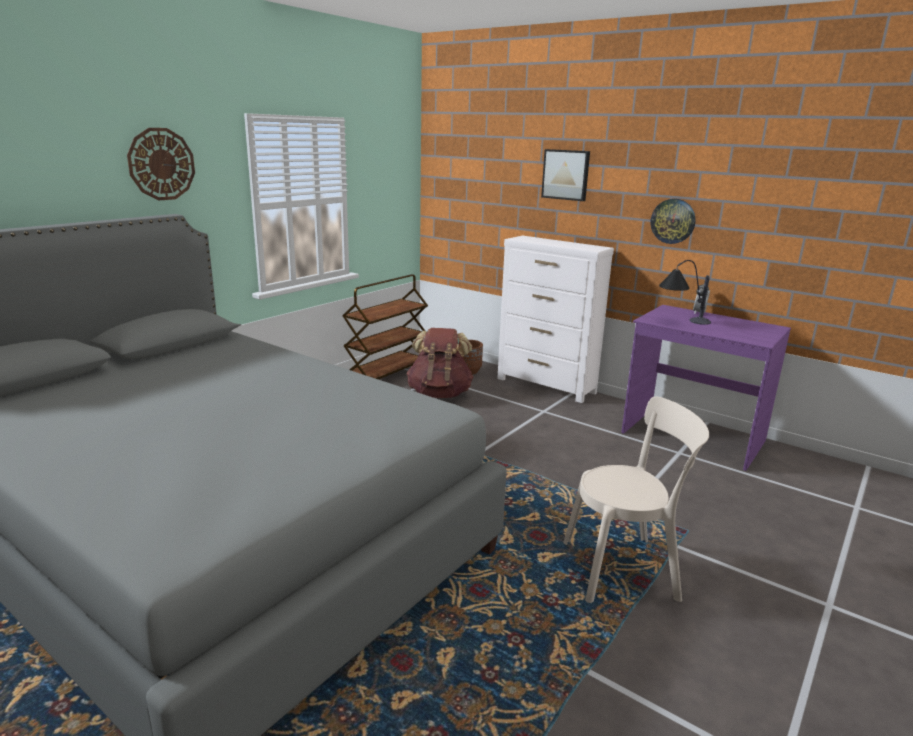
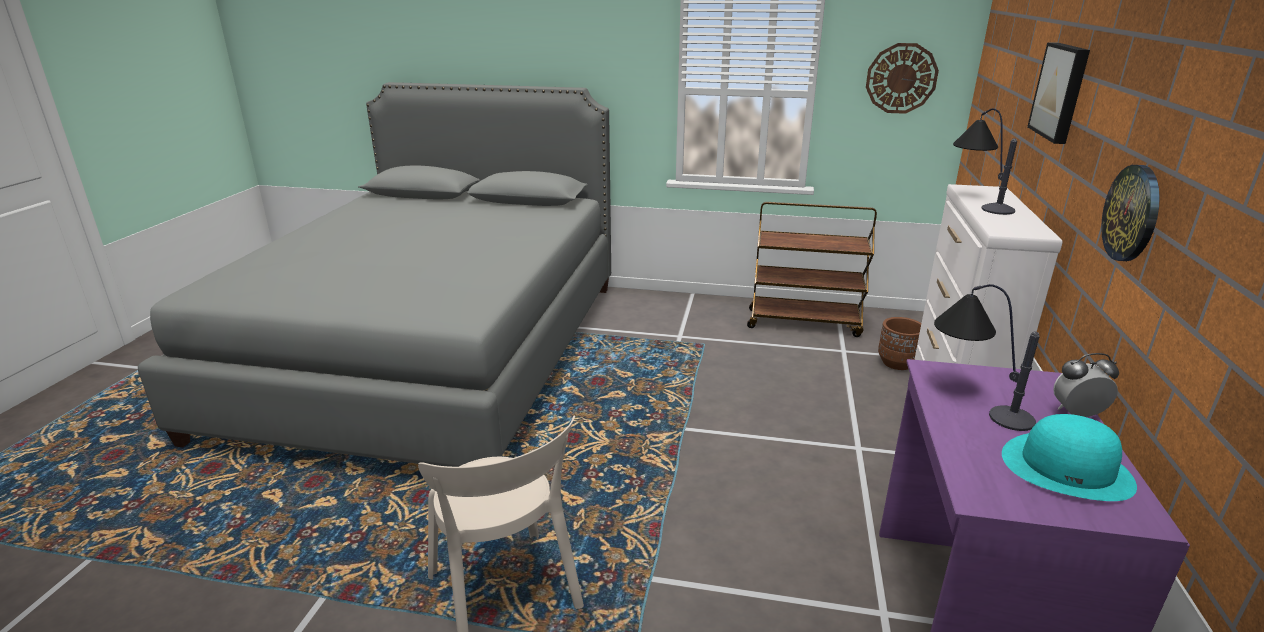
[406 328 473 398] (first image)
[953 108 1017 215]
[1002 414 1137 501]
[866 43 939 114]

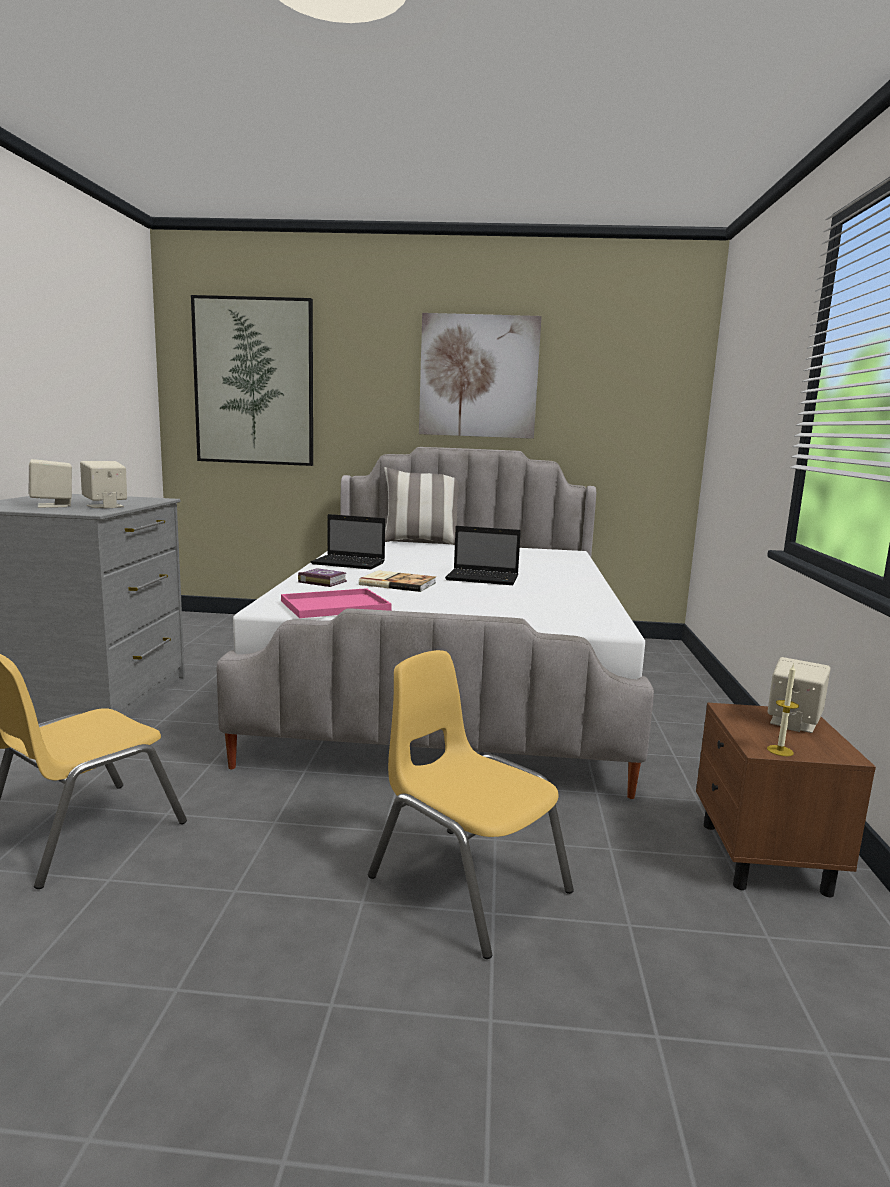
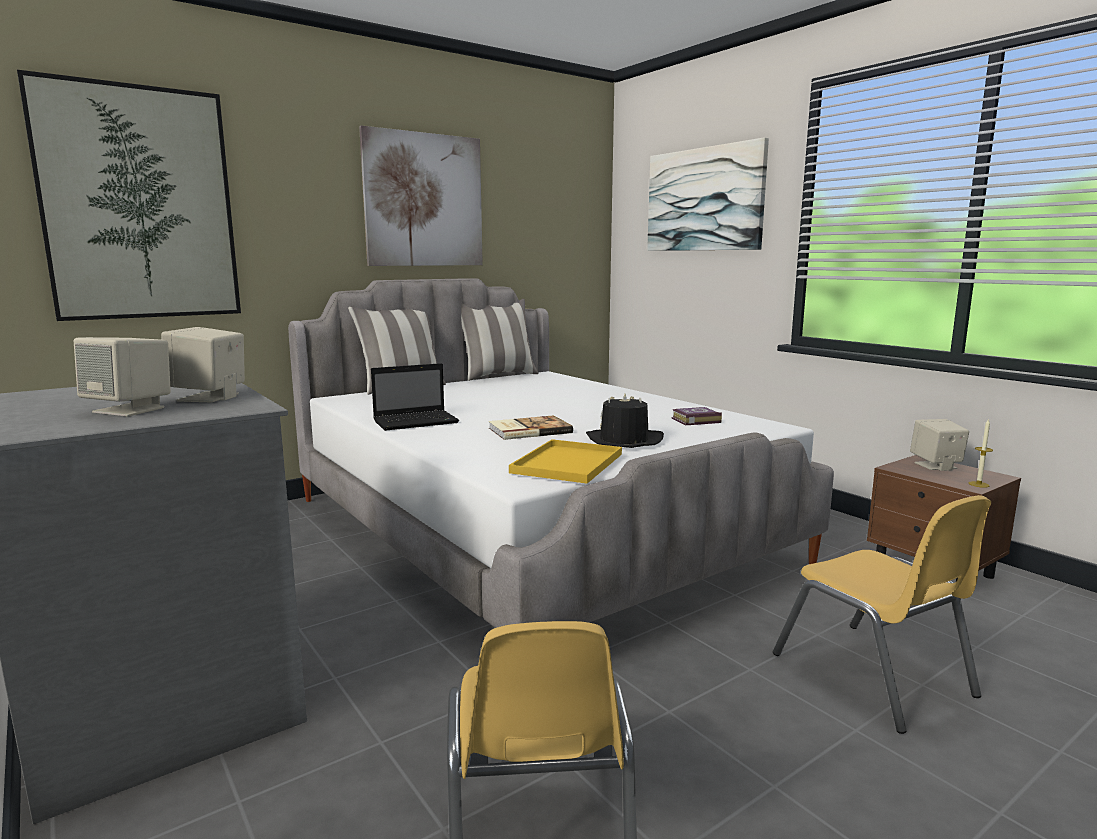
[445 526 521 585] (first image)
[461 299 539 381]
[586 394 664 448]
[647 137 769 251]
[671 407 722 425]
[509 439 622 484]
[773 495 991 734]

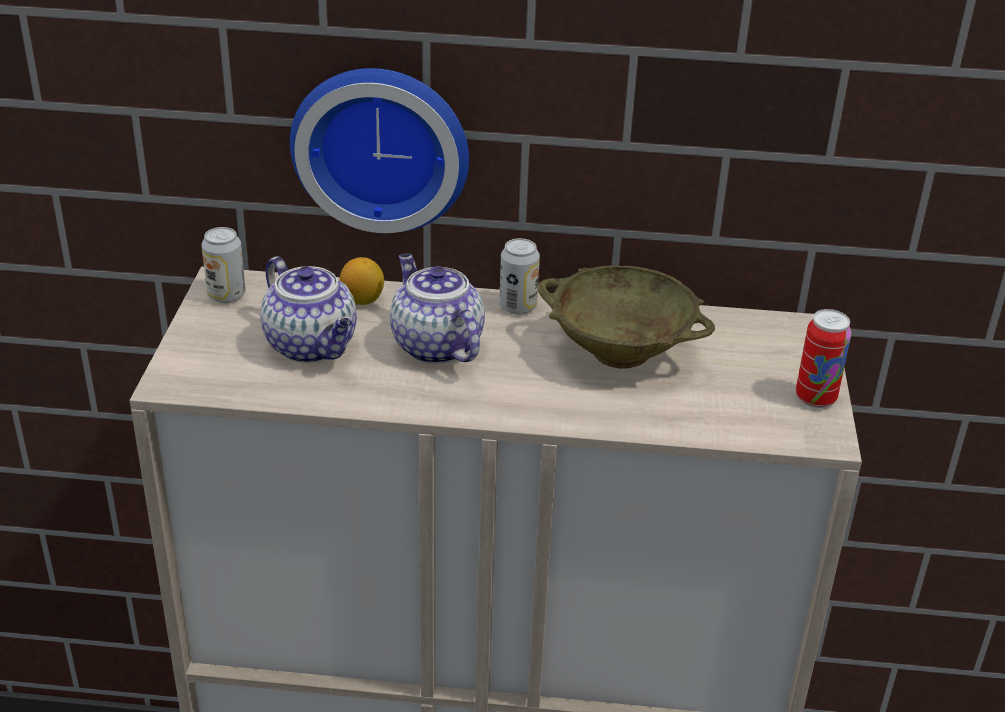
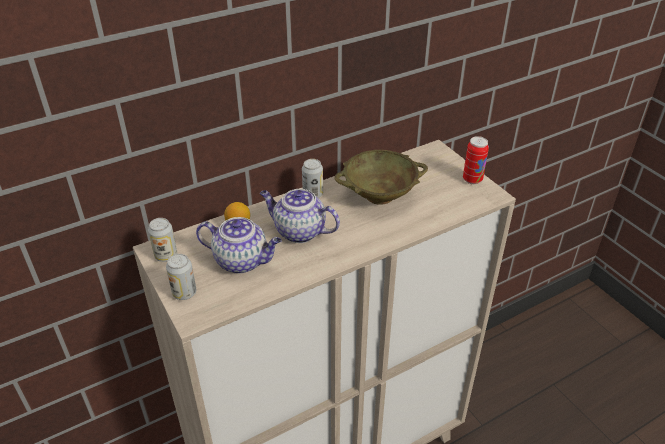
[290 68 469 233] (first image)
[166 254 196 300]

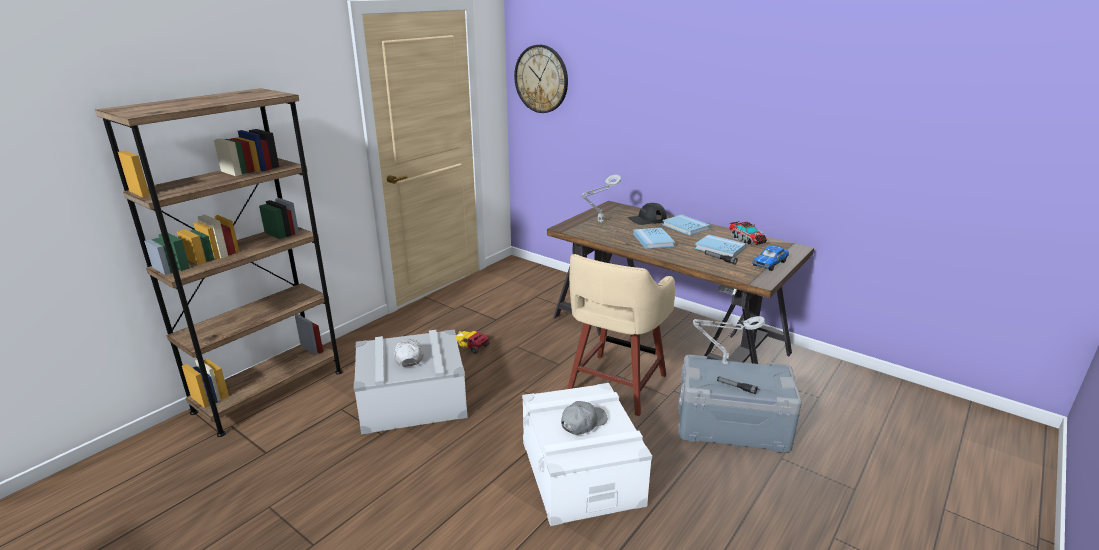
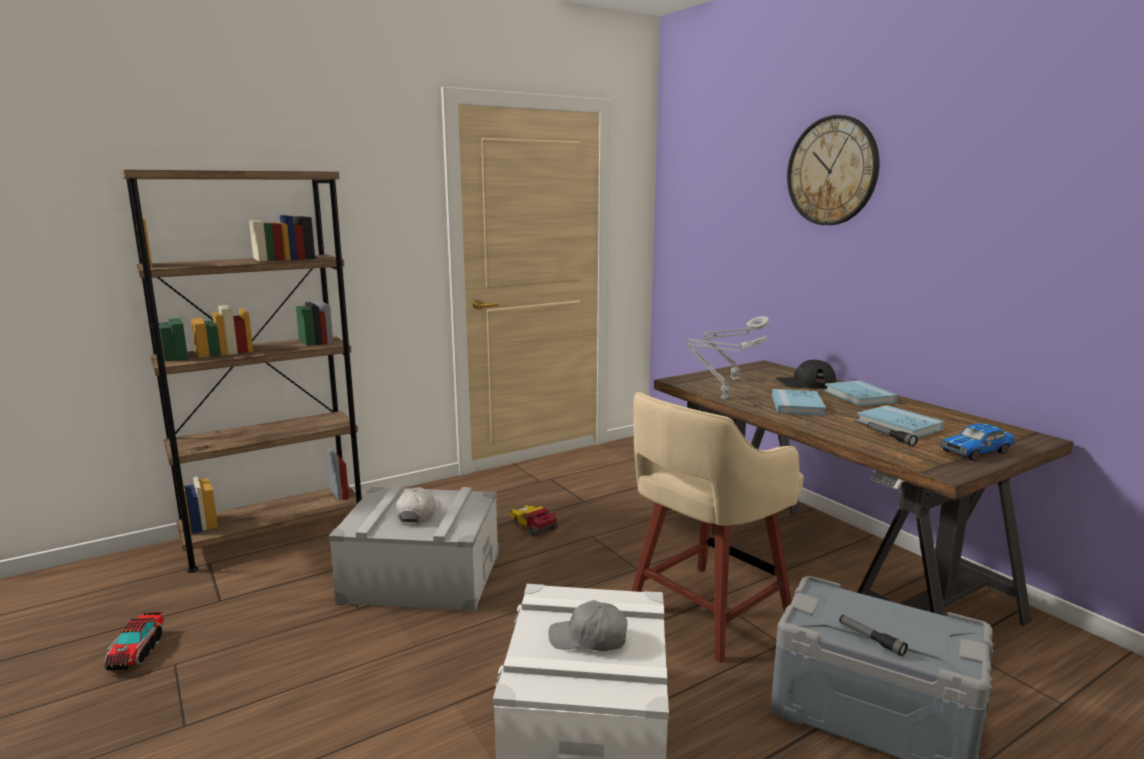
[787 115 879 225]
[685 336 768 399]
[104 612 164 670]
[548 600 628 651]

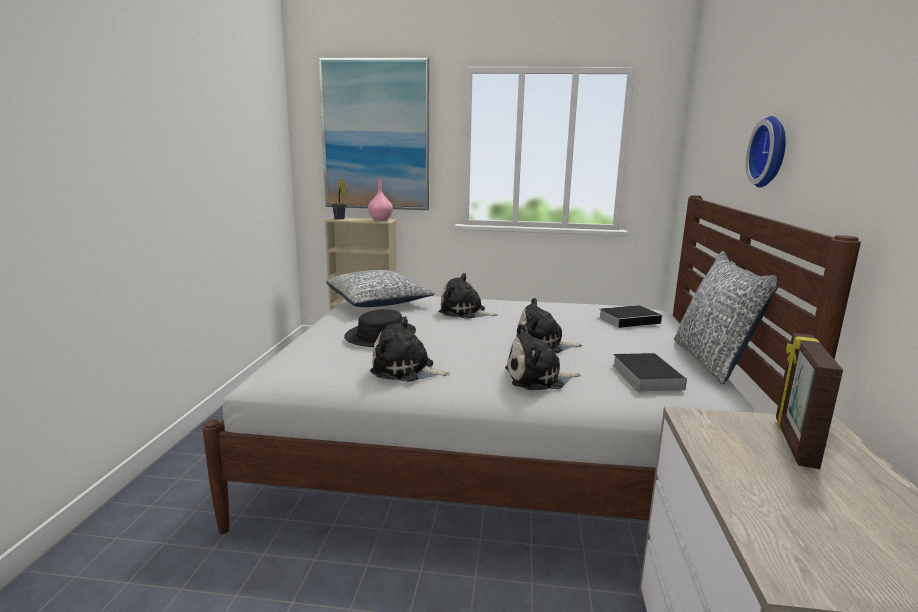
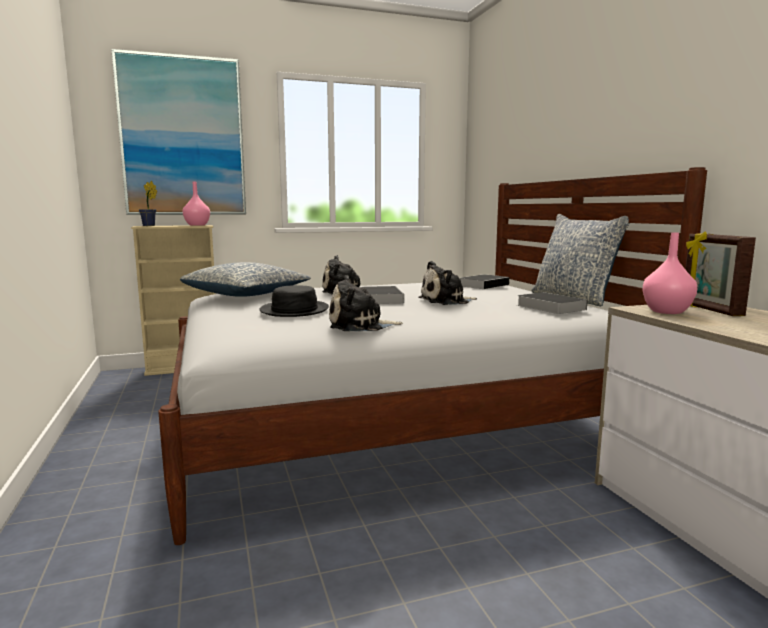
[505 324 580 390] (first image)
[746 116 786 188] (first image)
[362 286 404 304]
[643 232 698 314]

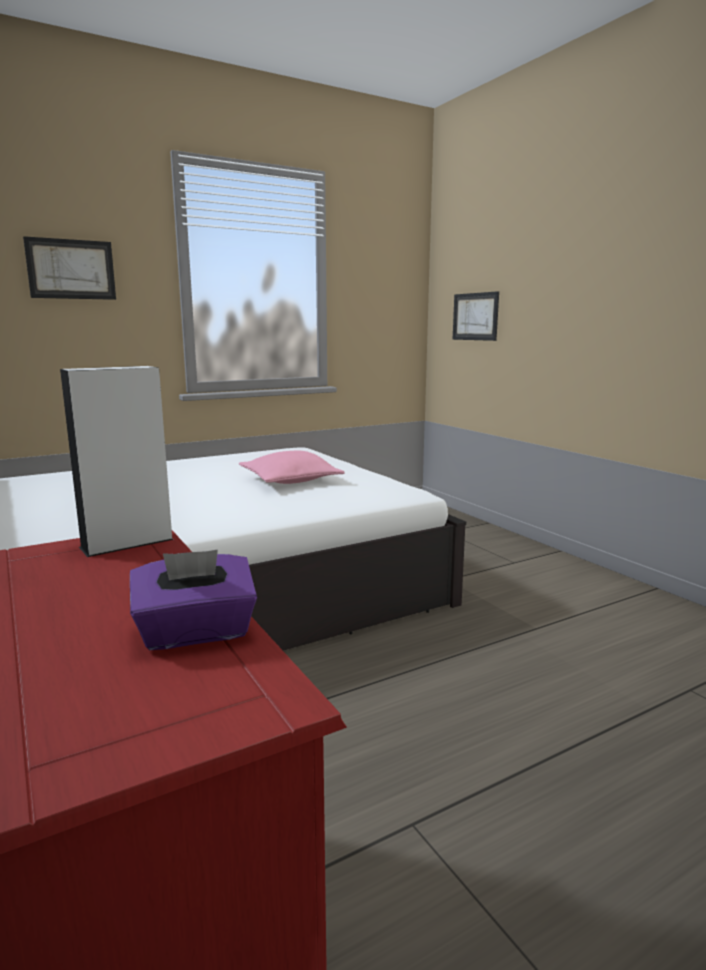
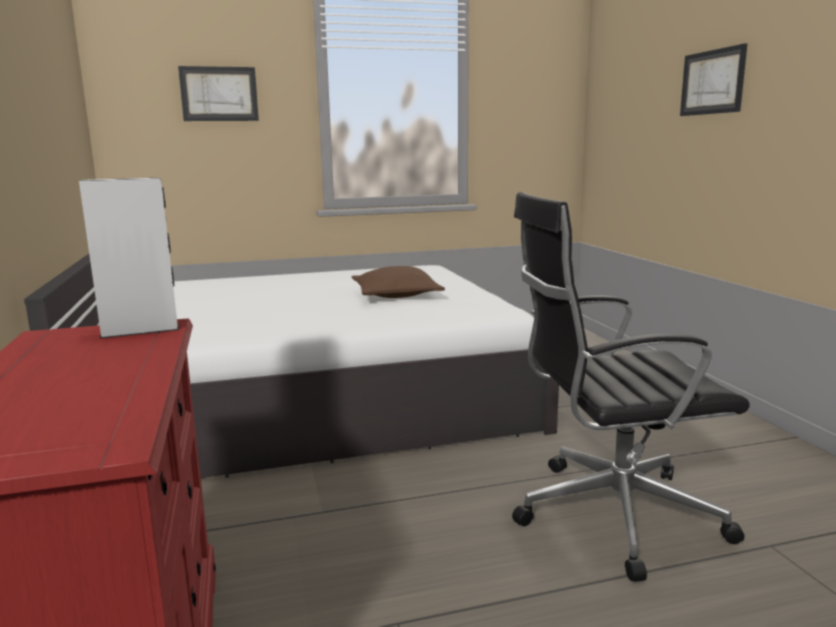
[130 550 257 650] (first image)
[512 192 750 582]
[680 43 748 116]
[352 266 445 298]

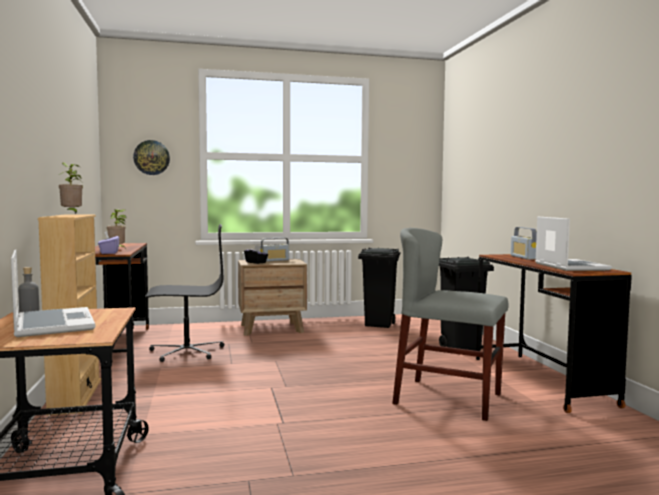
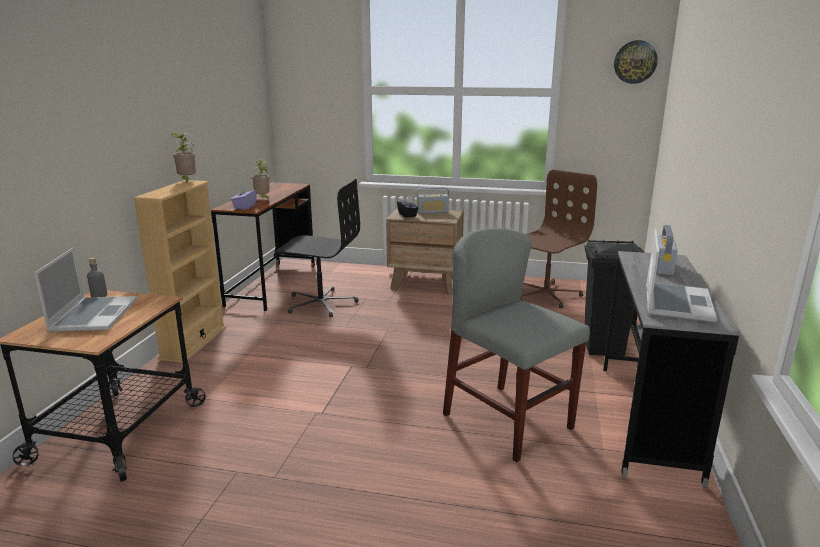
[614 40 658 84]
[520 170 597 308]
[603 251 739 487]

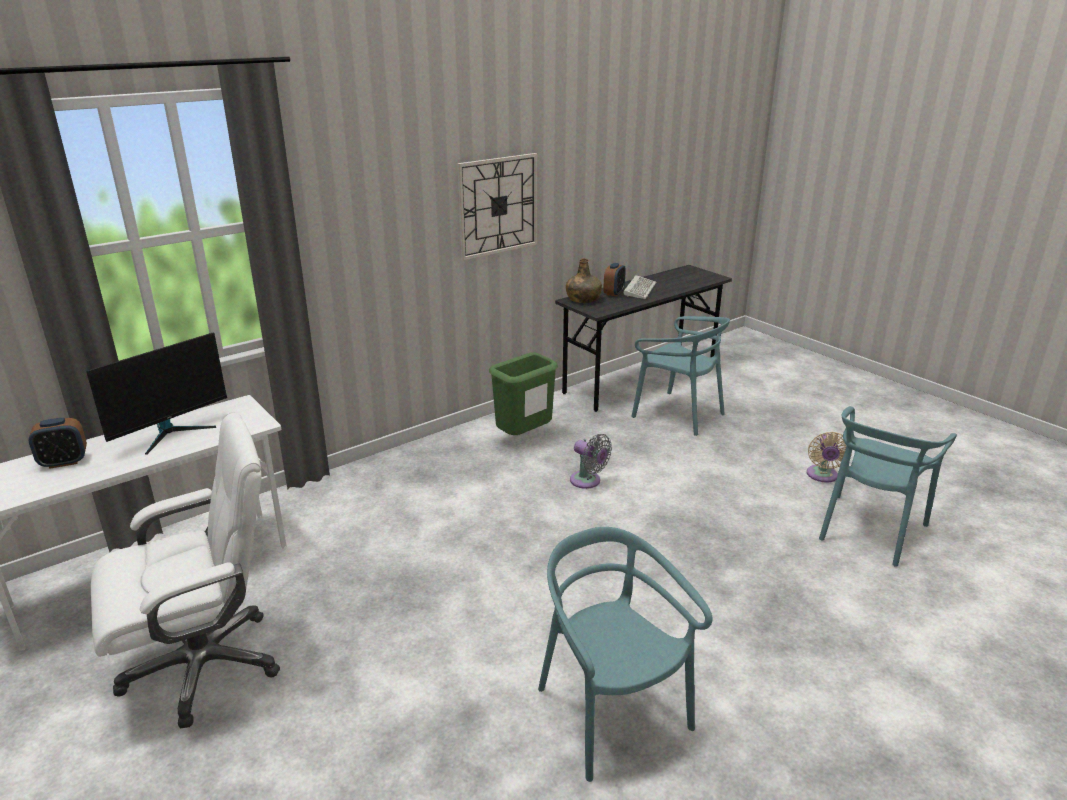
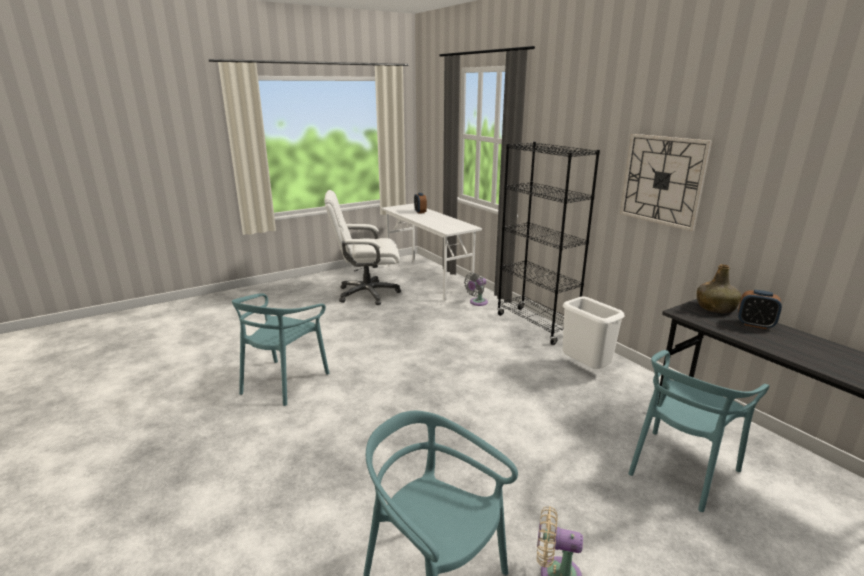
[86 332 227 455] (first image)
[623 275 657 299] (first image)
[497 142 600 345]
[464 273 488 306]
[563 296 625 369]
[324 190 401 305]
[232 293 329 406]

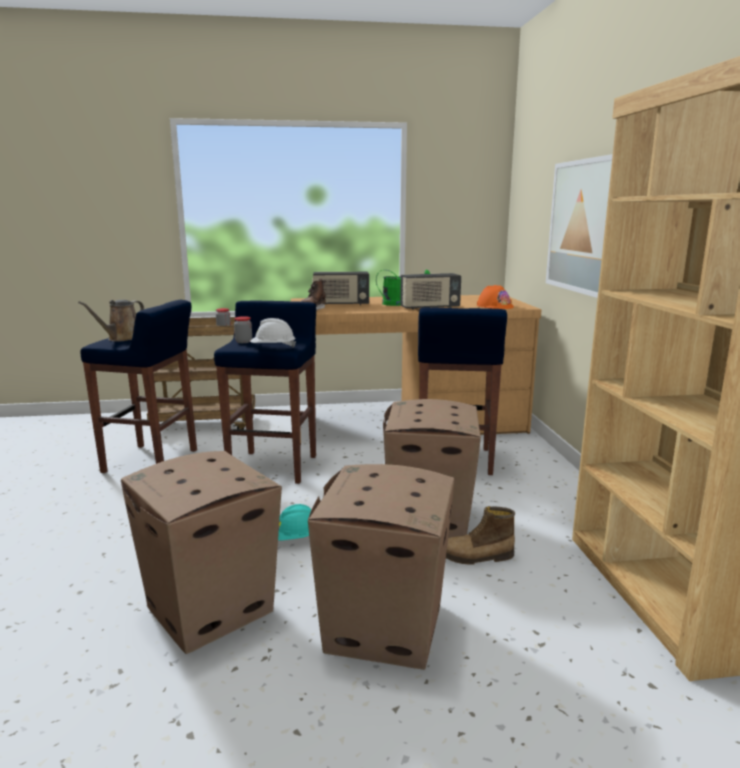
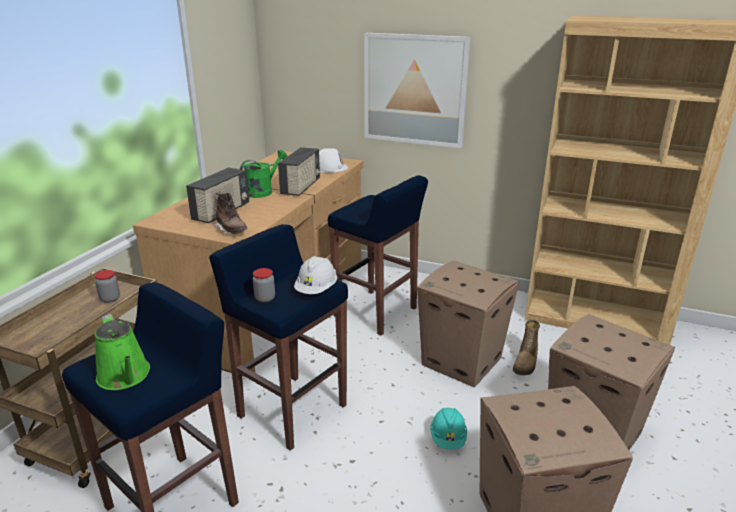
[95 314 150 390]
[319 148 348 173]

